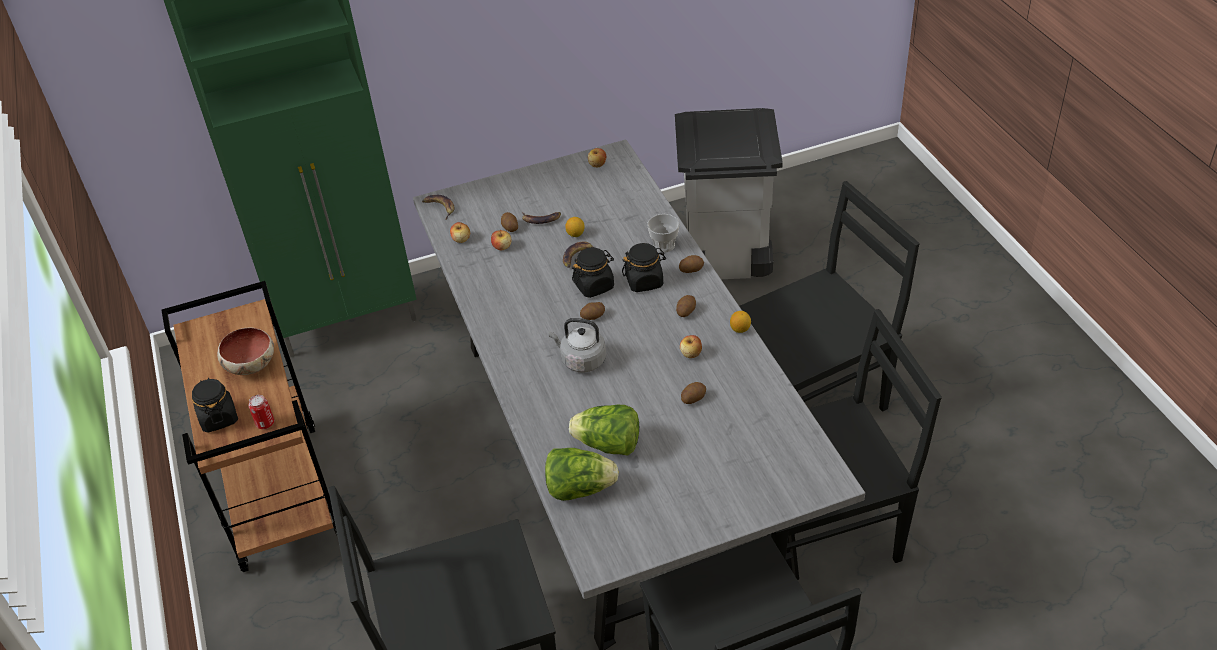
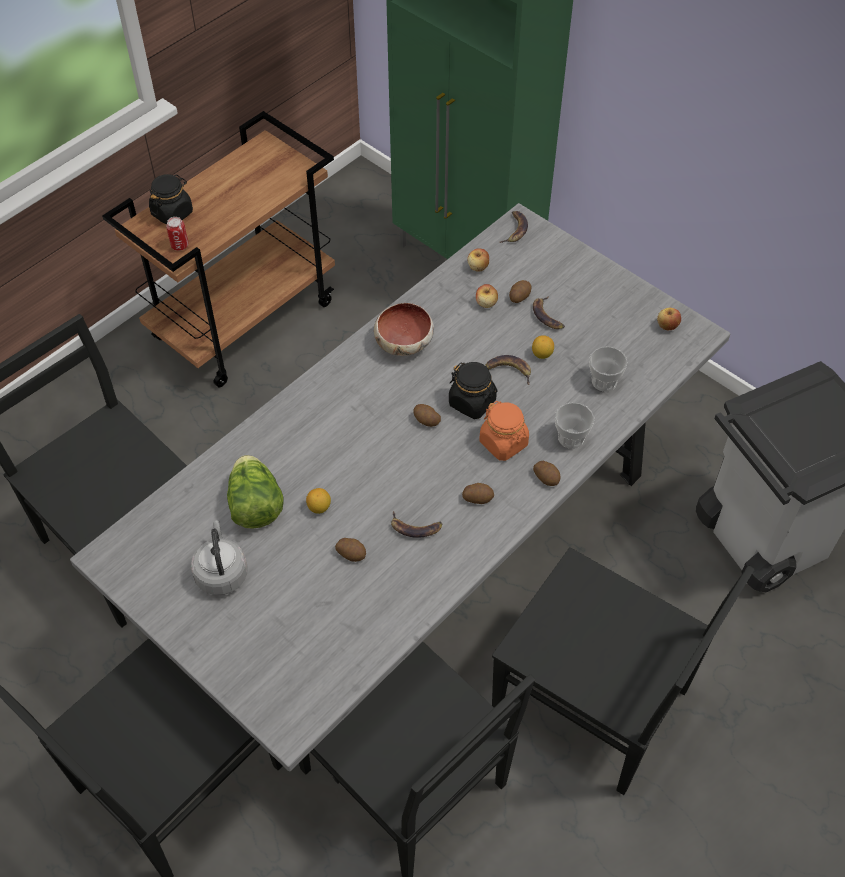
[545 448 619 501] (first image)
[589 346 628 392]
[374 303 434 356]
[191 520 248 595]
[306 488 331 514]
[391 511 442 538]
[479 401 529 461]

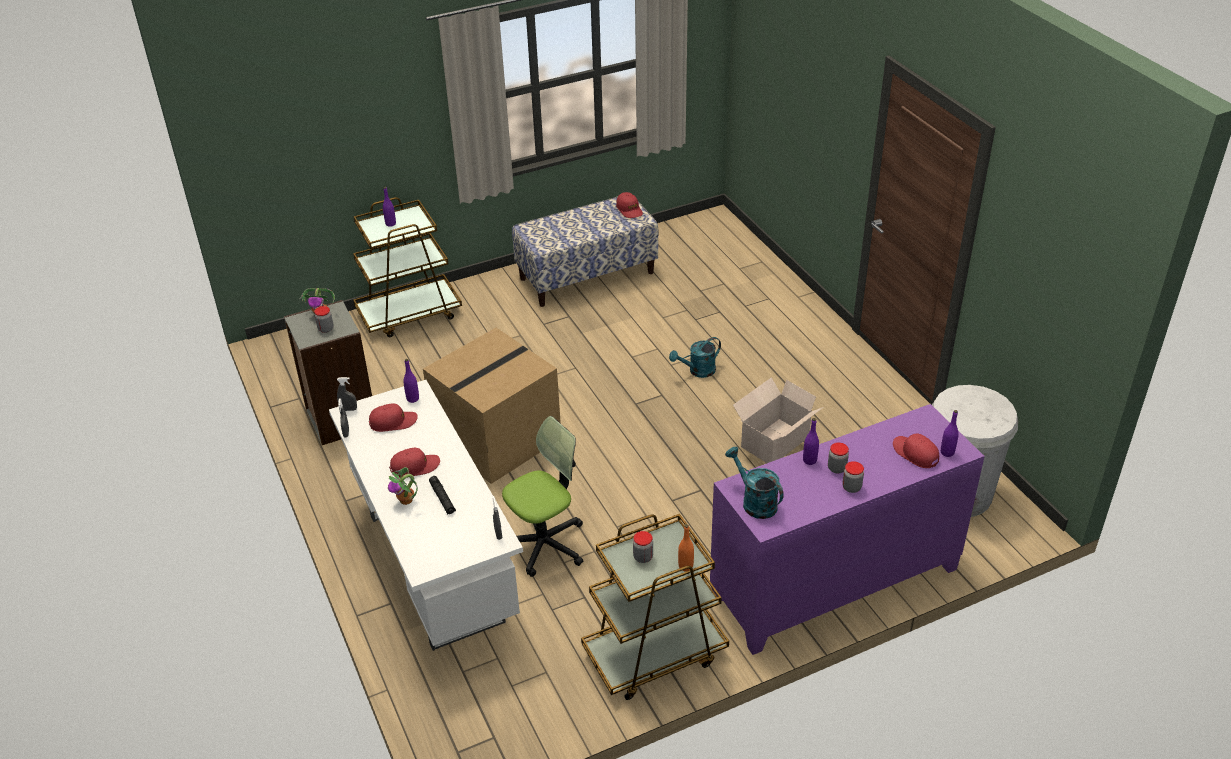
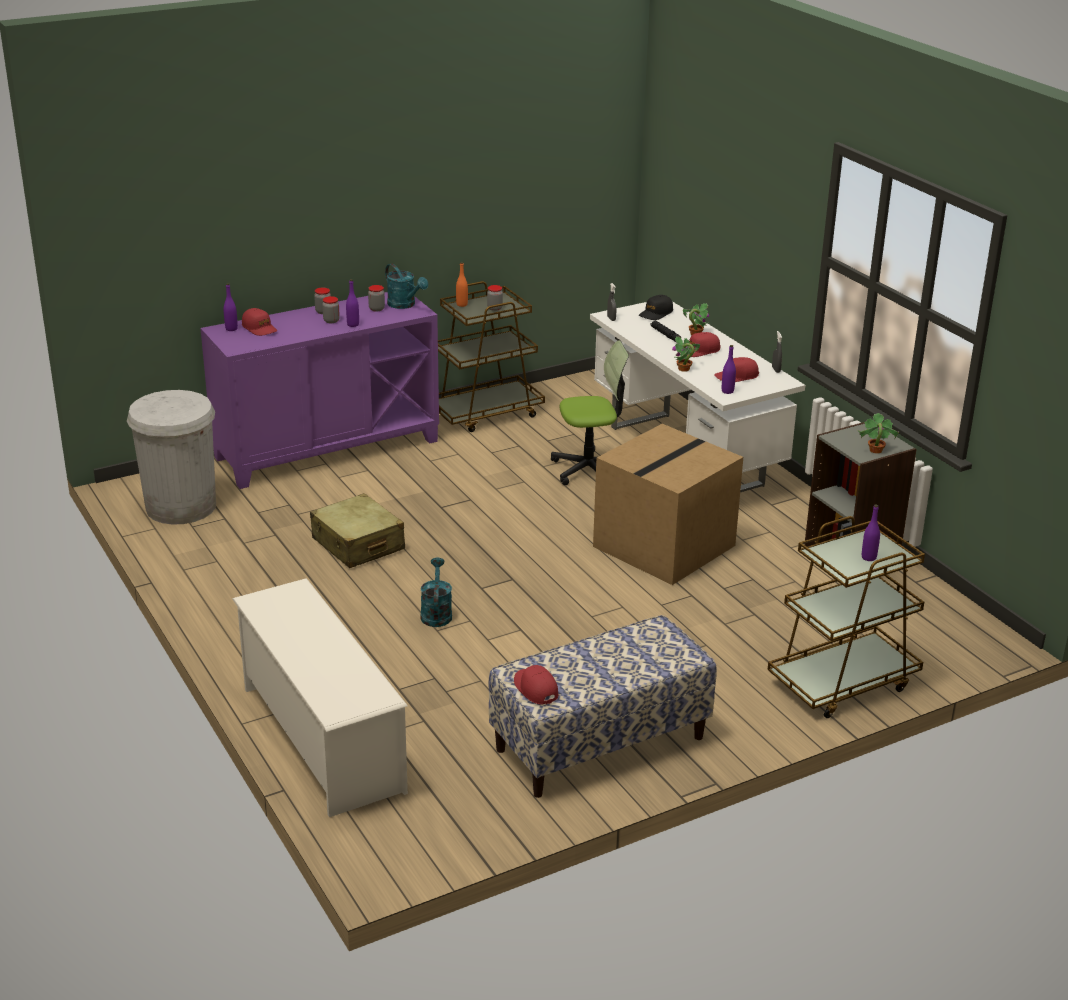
[337 377 357 411] (first image)
[232 578 408 817]
[639 295 673 320]
[672 337 700 372]
[368 285 385 312]
[310 493 405 568]
[551 340 629 485]
[421 557 452 627]

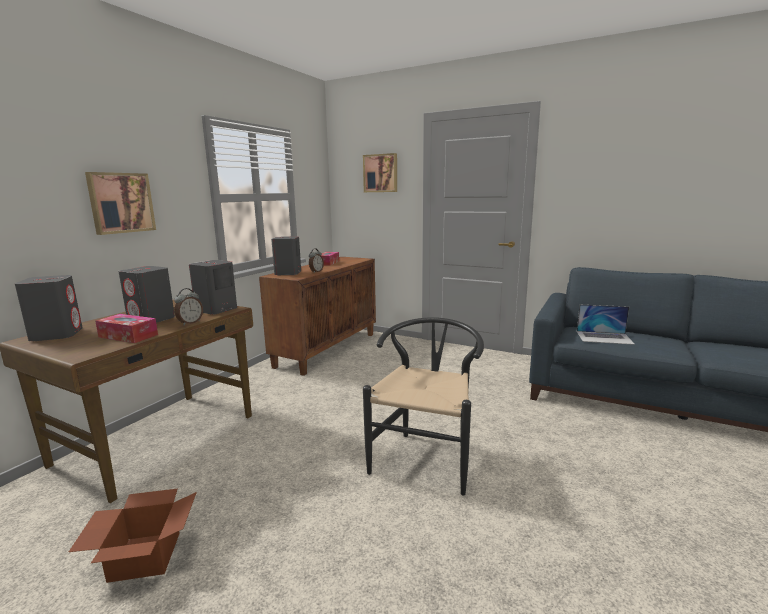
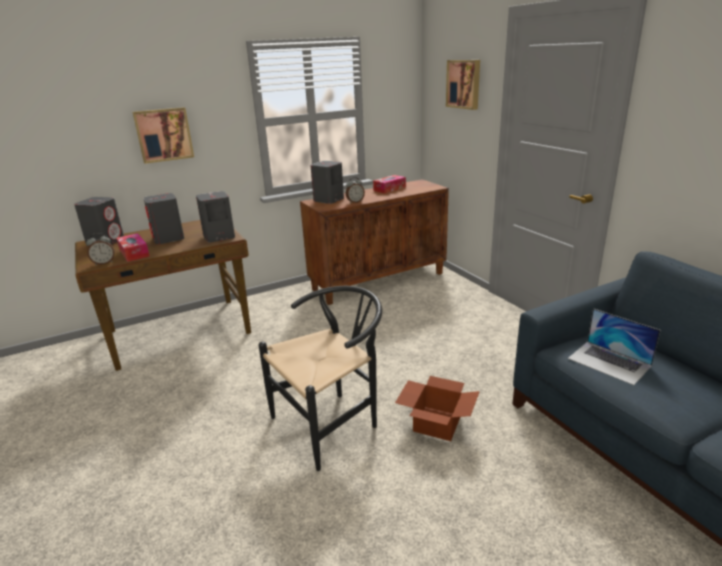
[395 376 480 441]
[86 233 115 265]

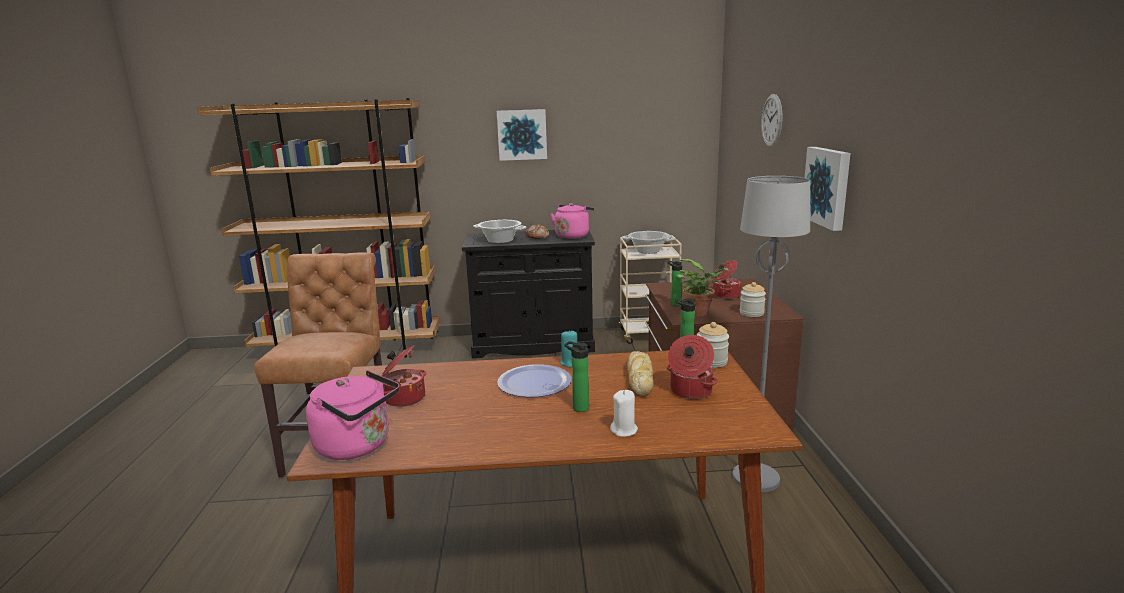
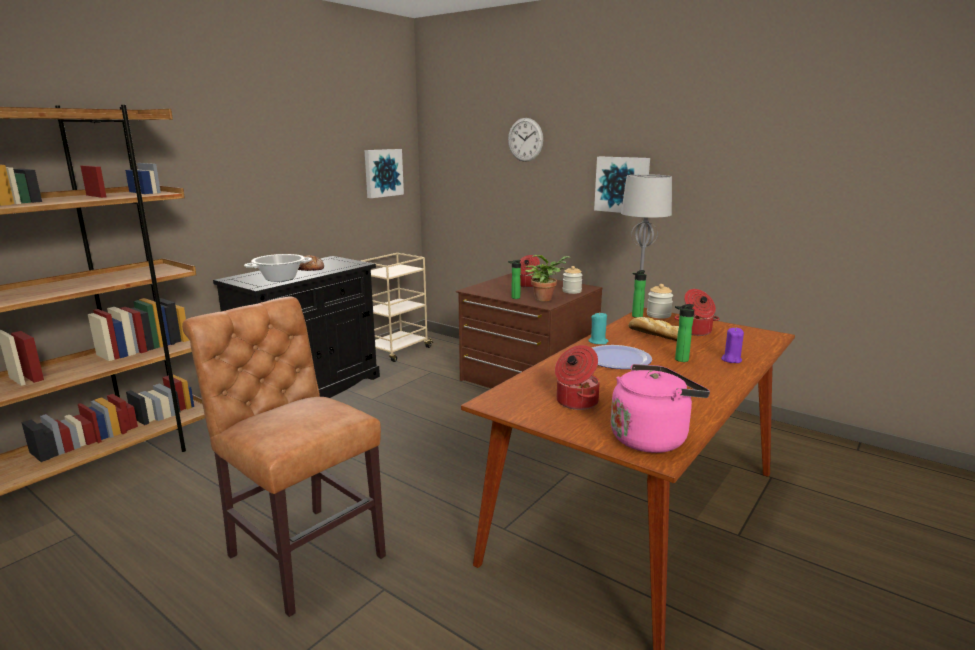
[551 203 594 239] (first image)
[622 231 676 254] (first image)
[364 149 404 198]
[721 328 744 363]

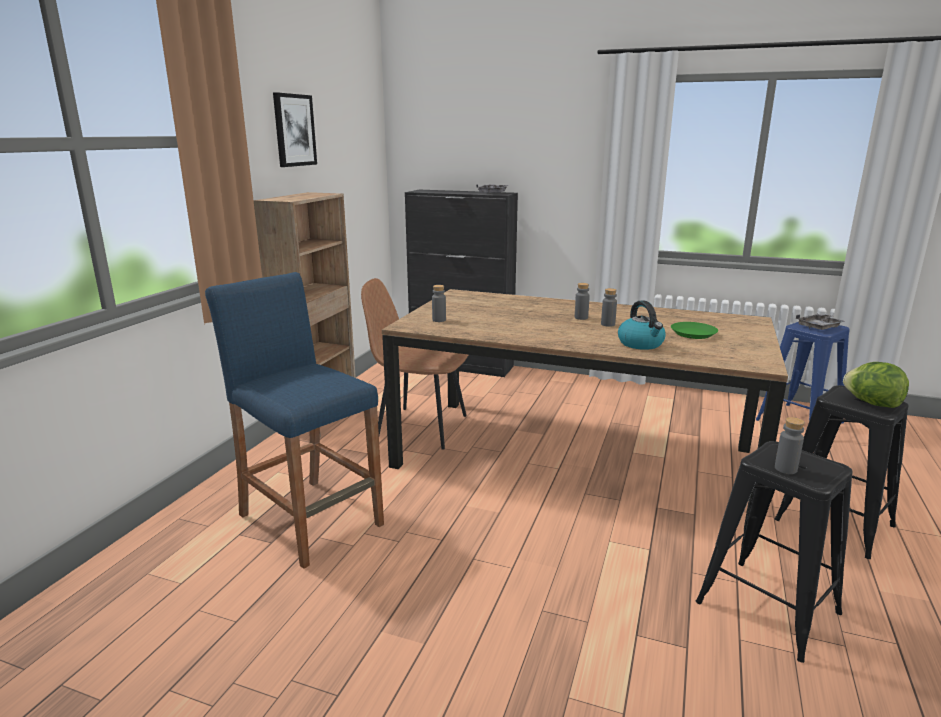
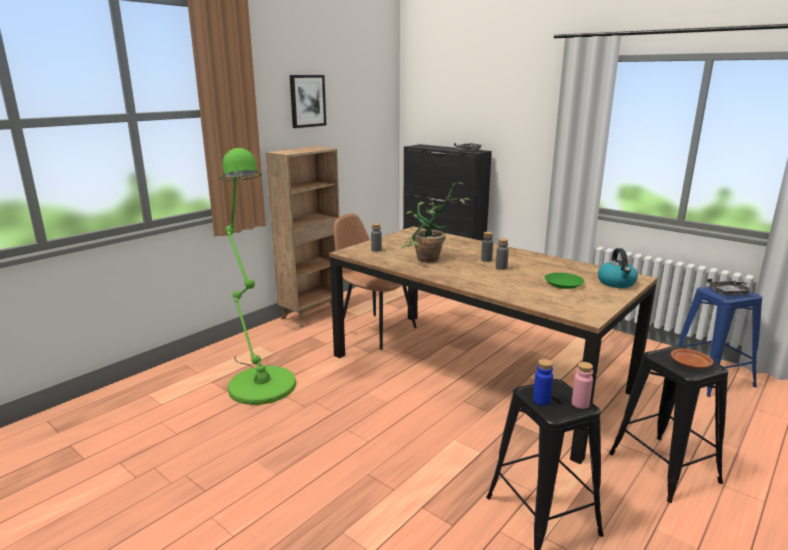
[402 182 470 263]
[572 362 593 409]
[598 248 638 288]
[219 148 296 405]
[671 348 714 369]
[533 359 553 406]

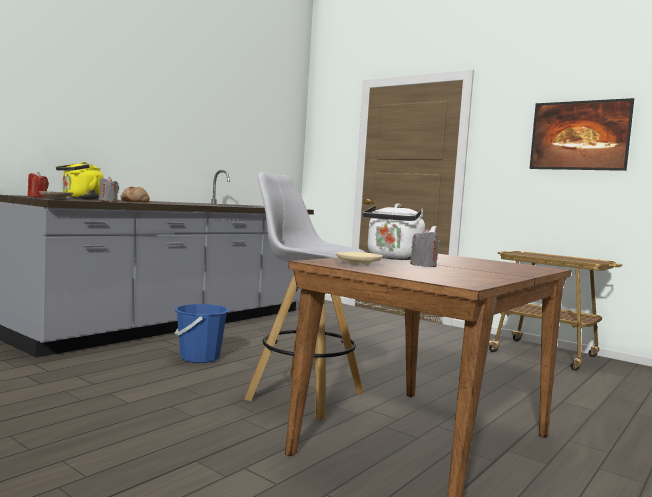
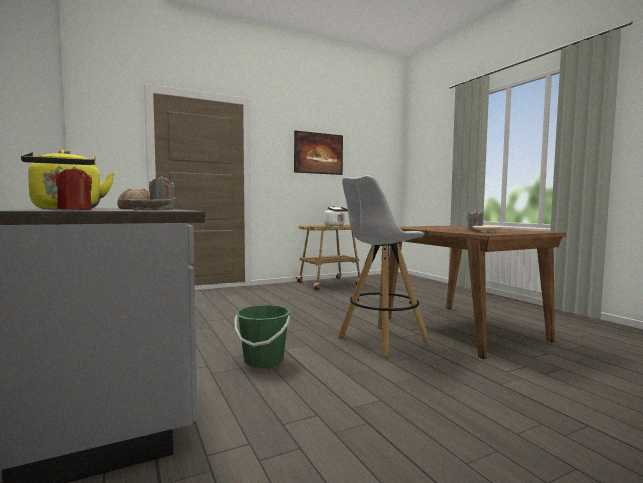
[324 206 348 226]
[234 305 291 368]

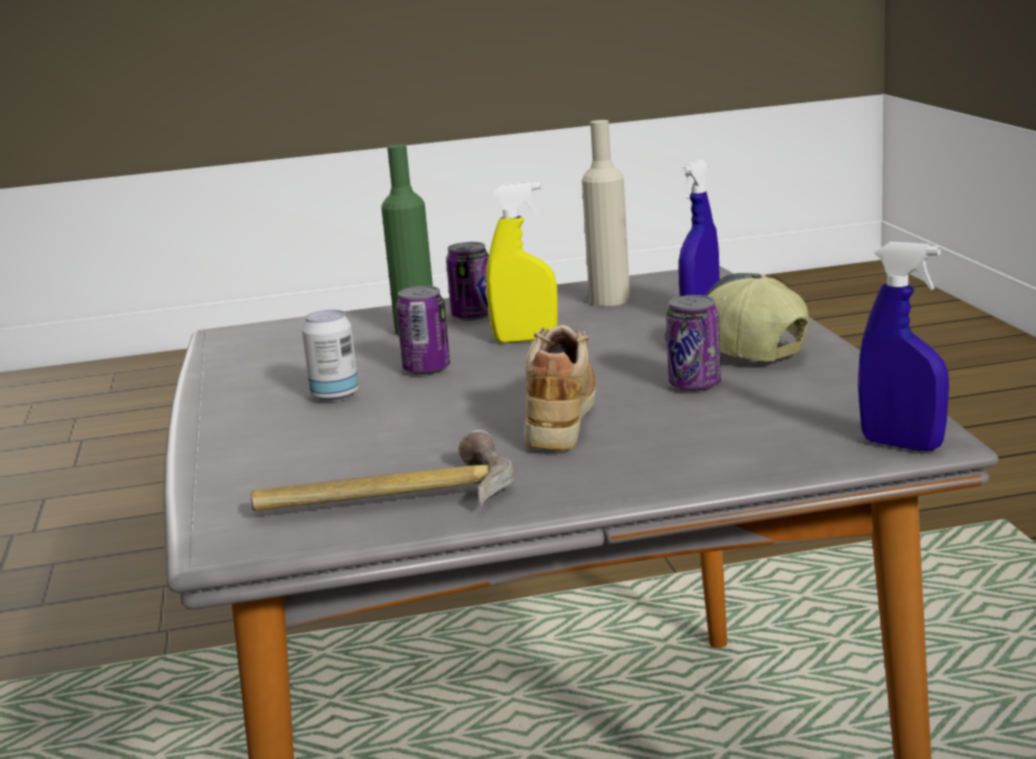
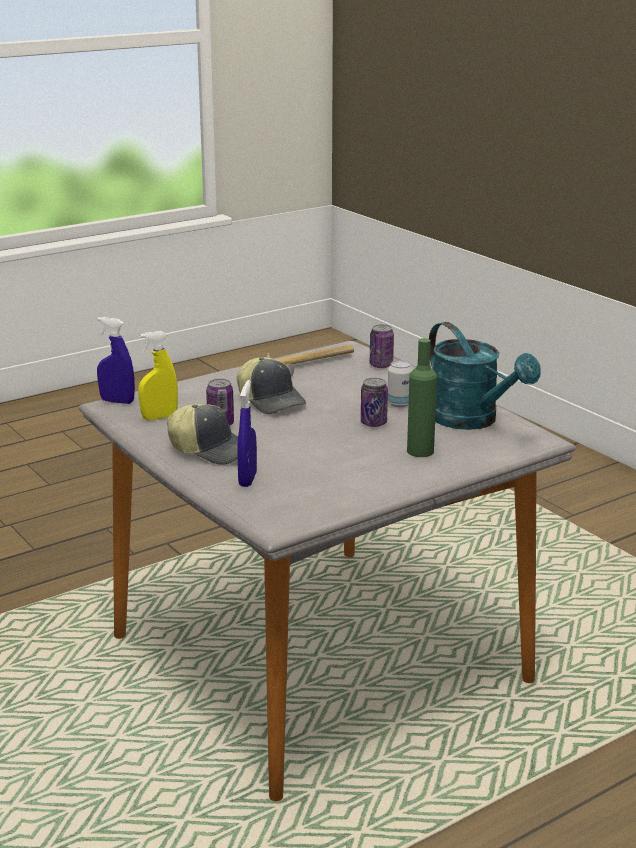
[582 120 630 306] (first image)
[429 322 541 430]
[370 324 394 368]
[138 331 178 420]
[237 357 306 414]

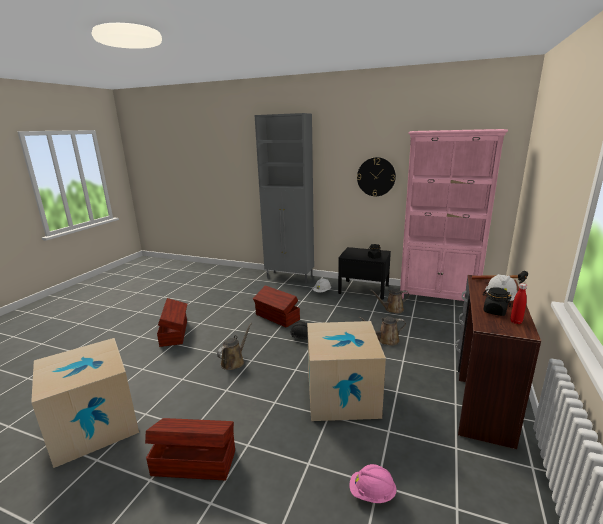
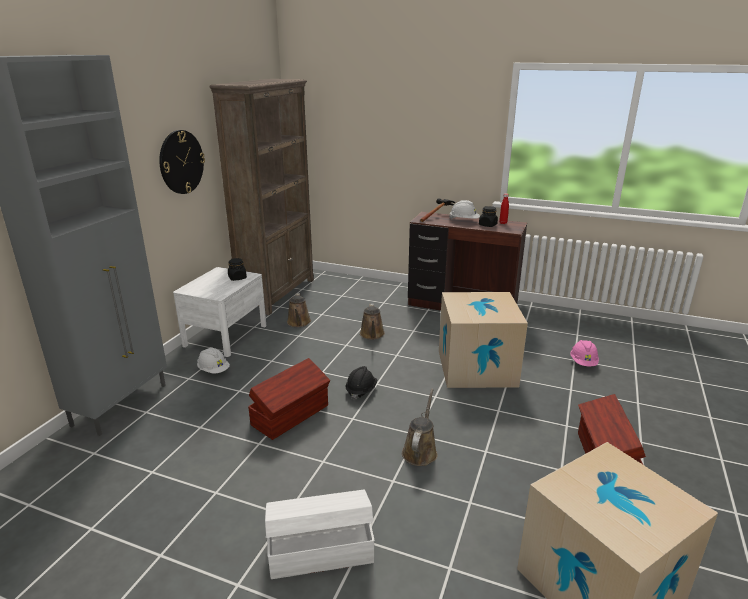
[265 490 374 579]
[173 267 266 357]
[210 79 314 315]
[402 389 438 466]

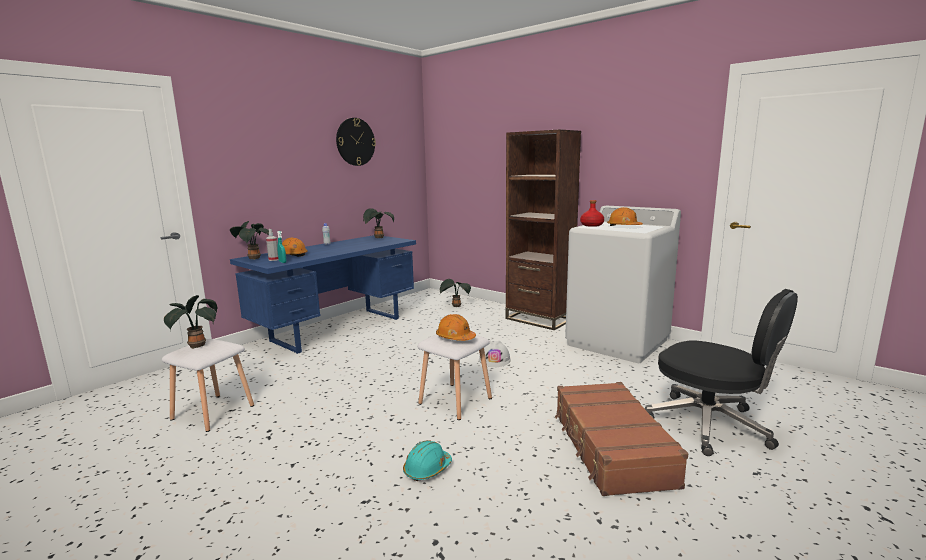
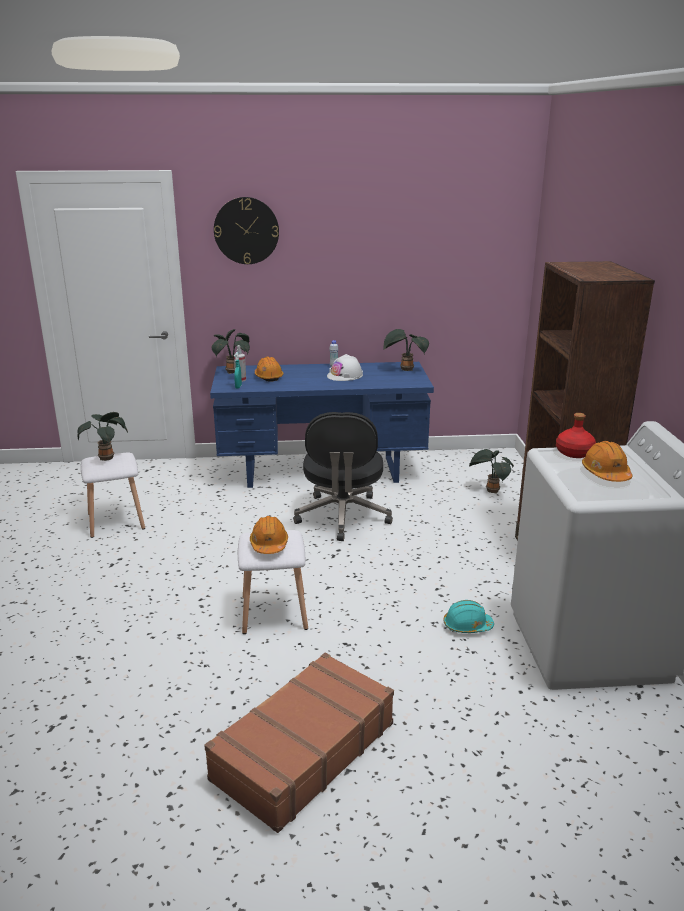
[214 197 279 264]
[443 600 494 633]
[327 354 363 381]
[293 412 393 541]

